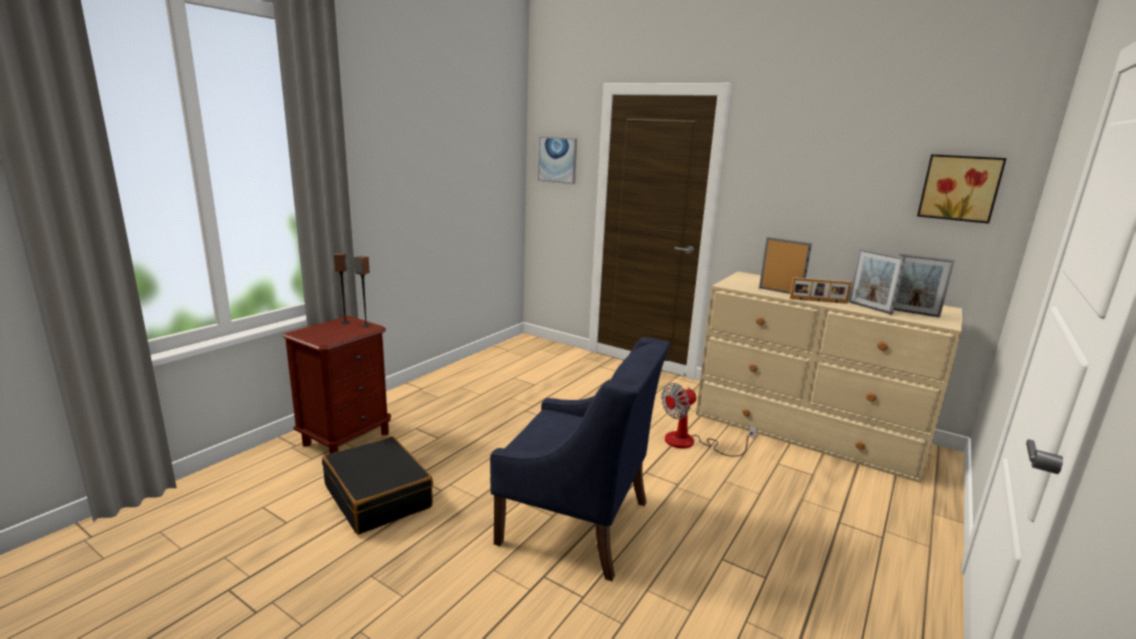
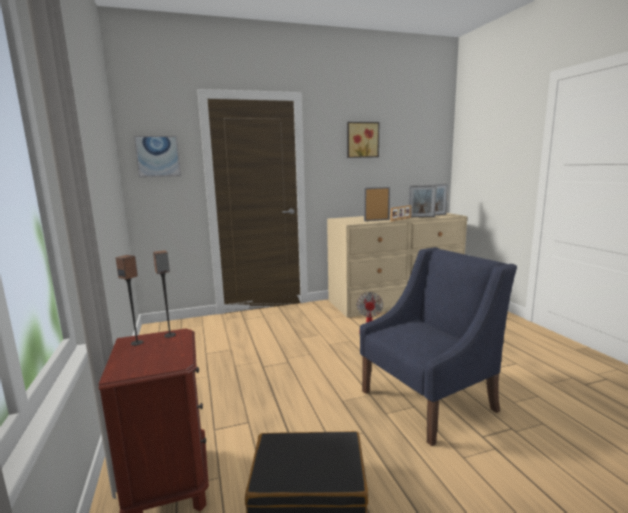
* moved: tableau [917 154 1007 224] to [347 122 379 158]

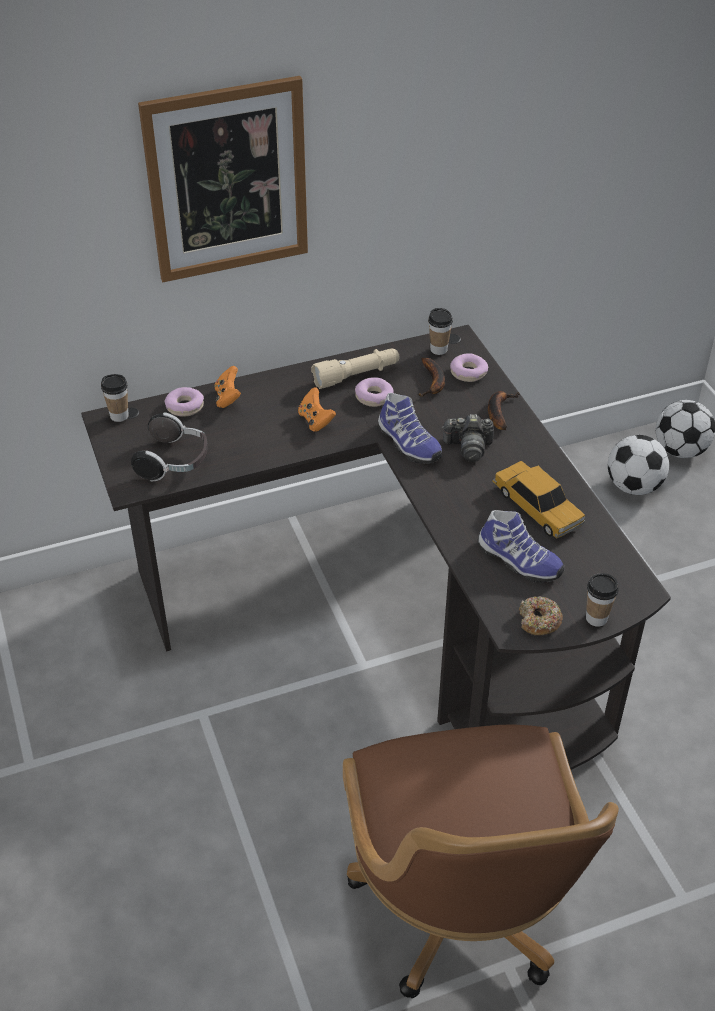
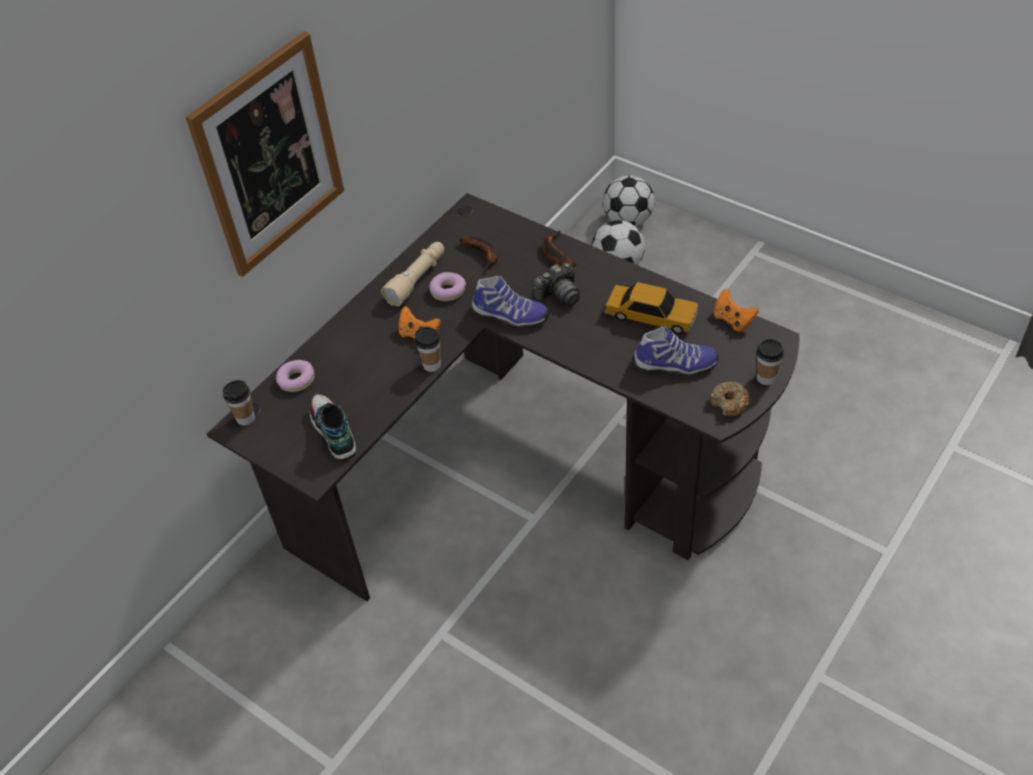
* removed: chaise de bureau (marron) [343 724 619 998]
* removed: beignet [450 353 488 382]
* moved: manette (orange) [214 366 241 408] to [714 289 759 332]
* moved: tasse [428 308 453 355] to [415 327 441 372]
* replaced: casque audio [131 412 208 481] to chaussure [309 392 356 461]

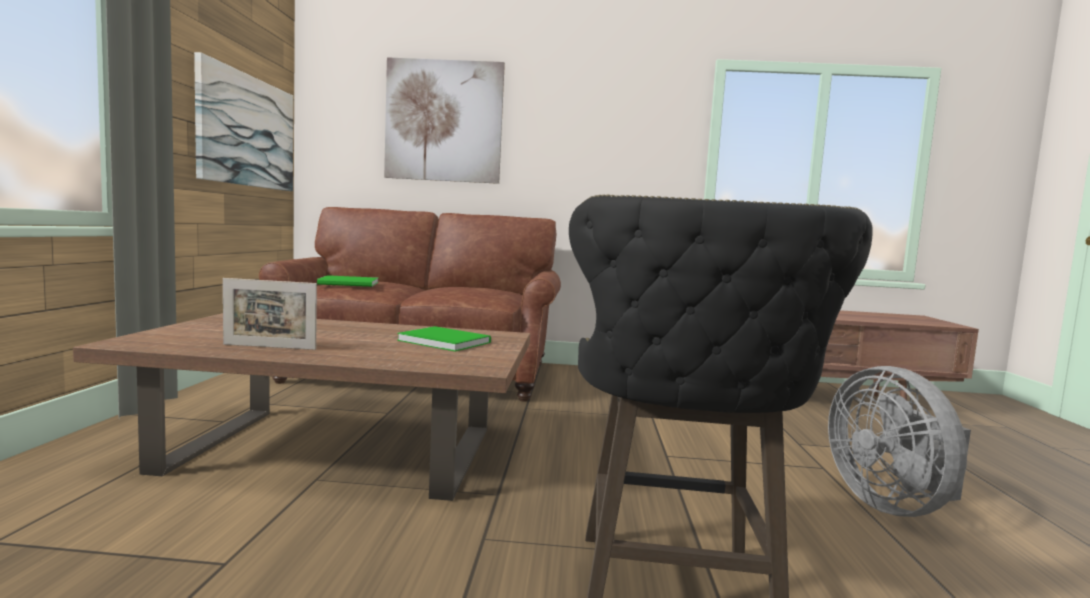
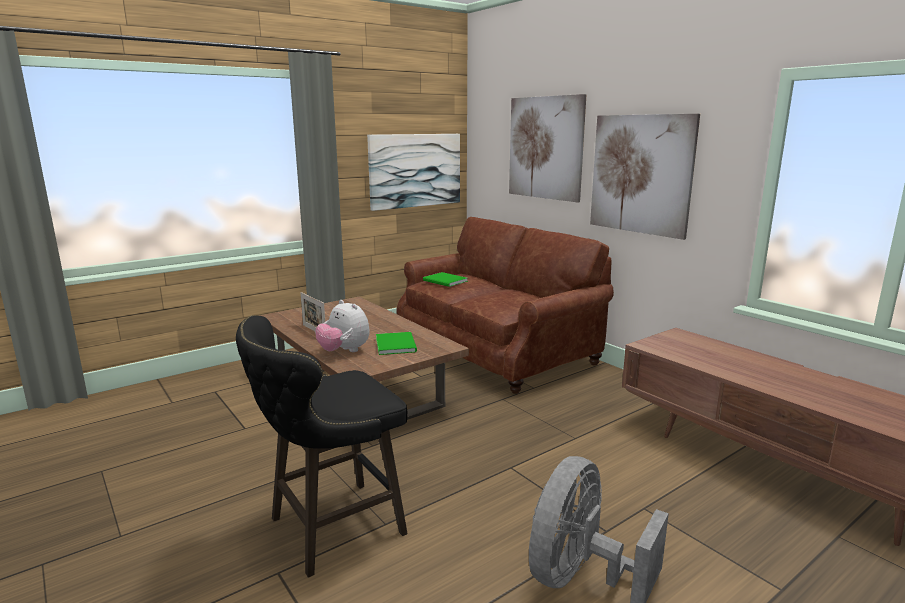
* added: peluche [315 300 370 352]
* added: tableau [590 114 700 240]

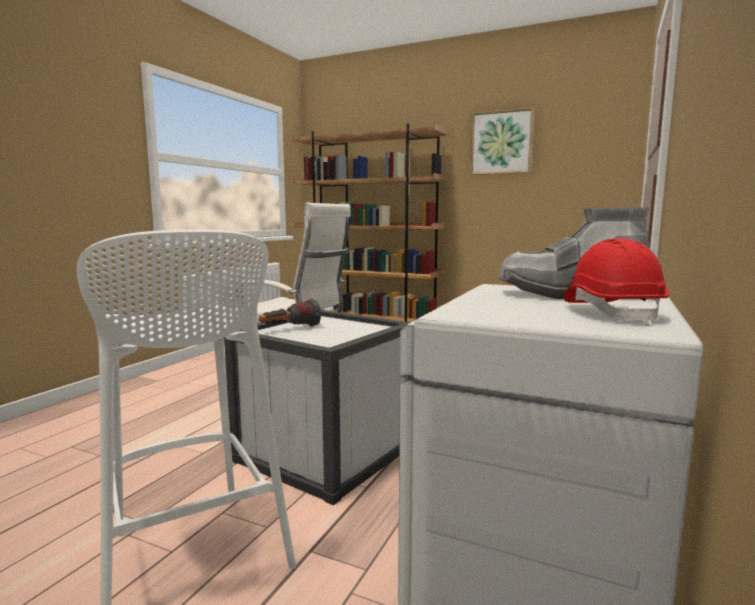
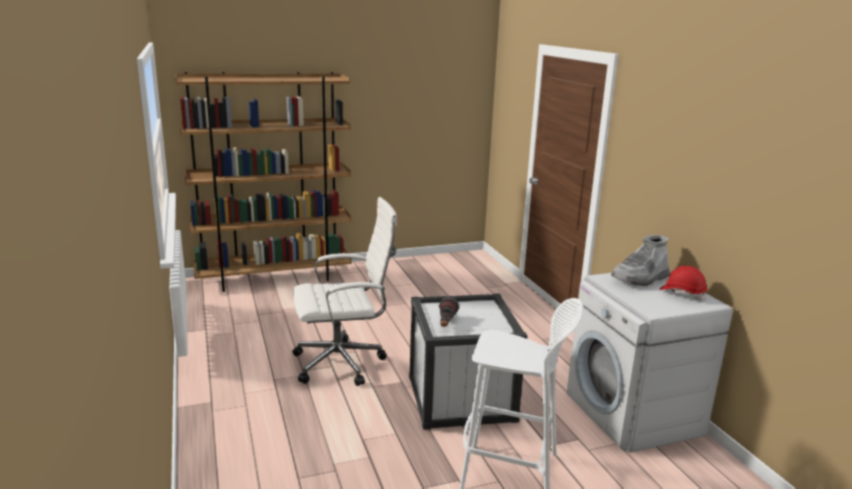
* removed: tableau [470 108 534 175]

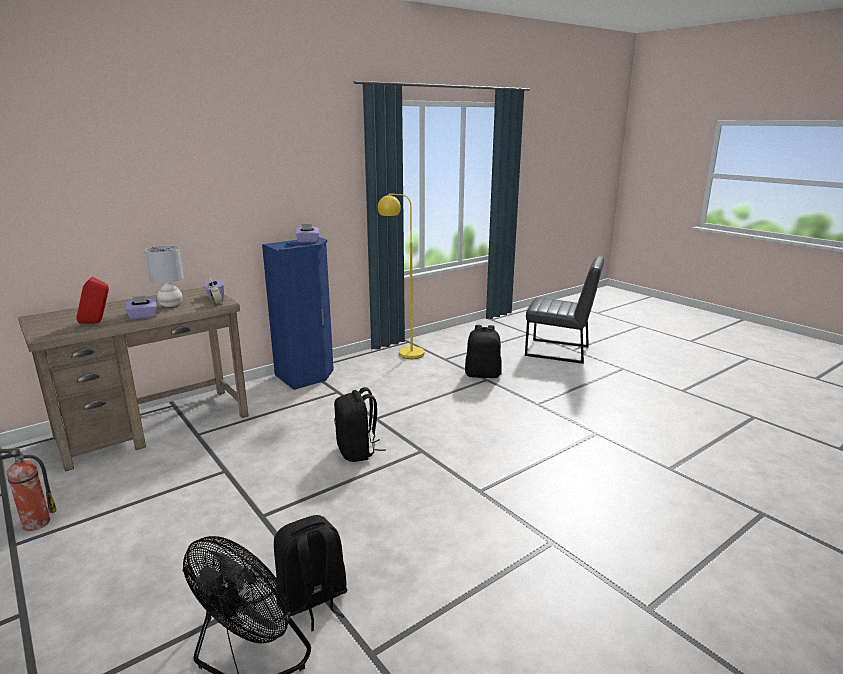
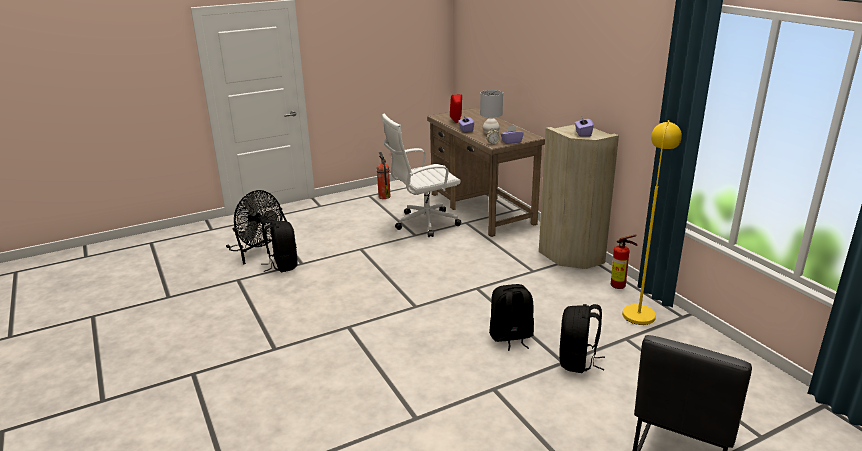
* added: chaise de bureau (blanc) [382 114 461 237]
* added: extincteur [611 234 638 289]
* moved: sac à dos (noir) [334 387 386 462] to [489 284 534 351]
* recoloured: meuble de rangement (bleu) [262 237 334 390] to meuble de rangement (beige) [539 124 619 269]

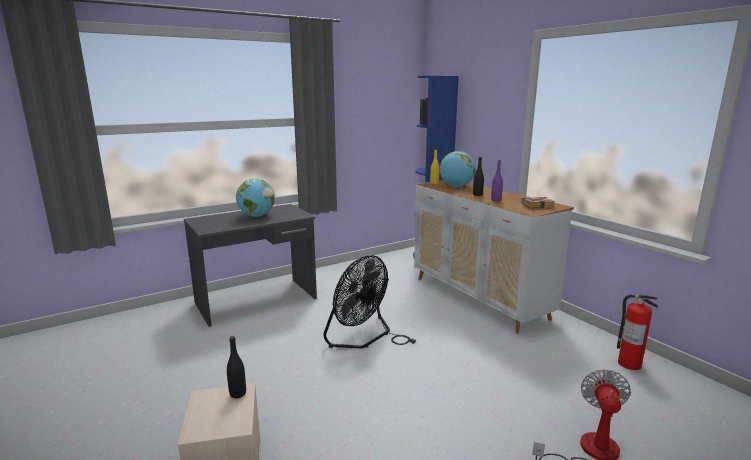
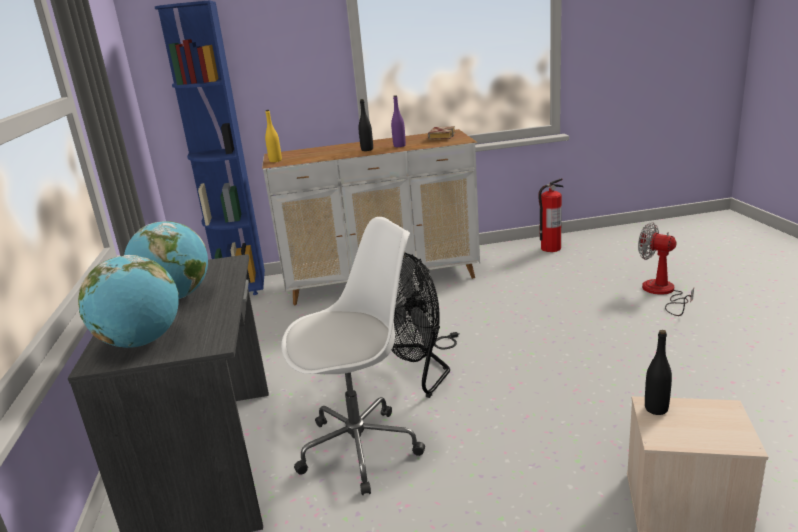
* added: chaise de bureau (blanc) [281 217 425 495]
* moved: globe [440 151 476 187] to [78 255 179 348]

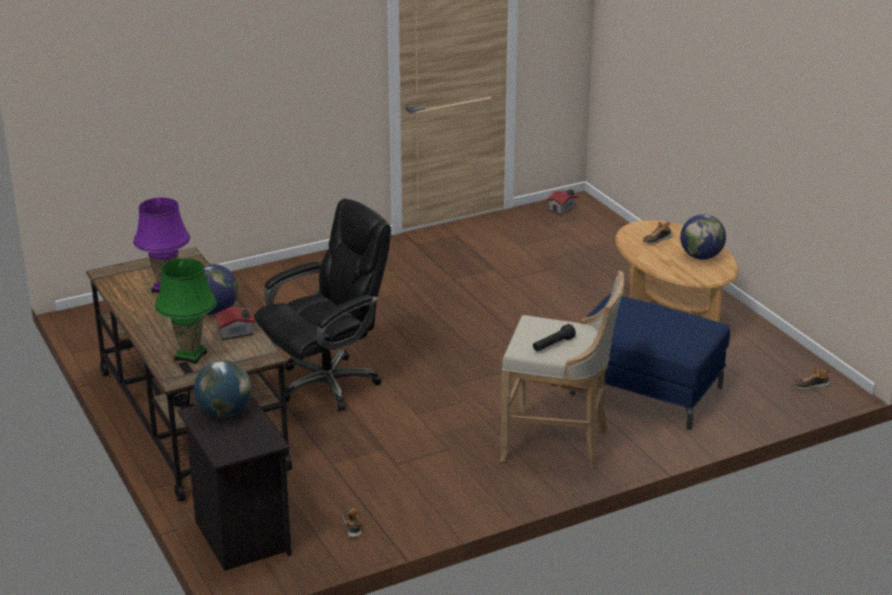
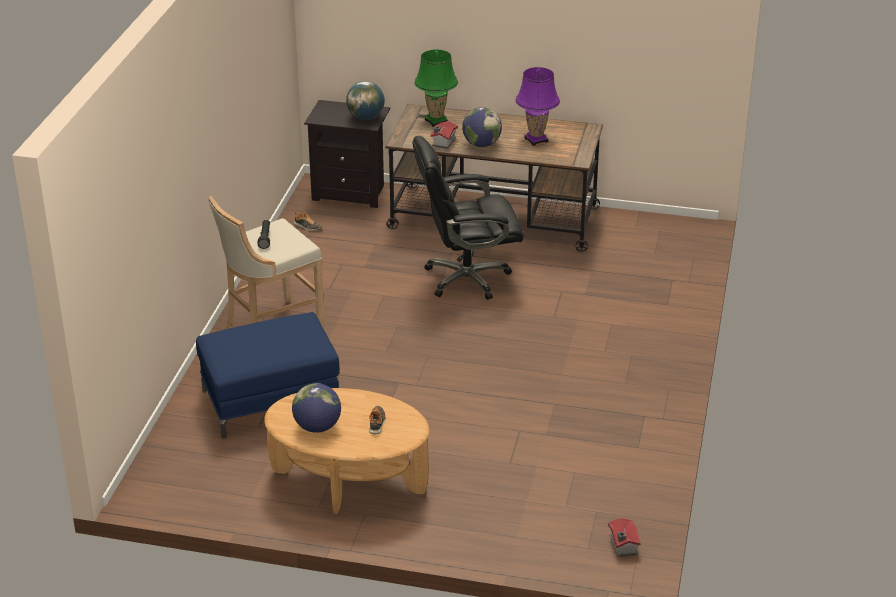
* removed: chaussure [792 368 830 390]
* turned: chaise de bureau (noir) [254 199 391 412] = [412 136 524 300] 75 degrees clockwise

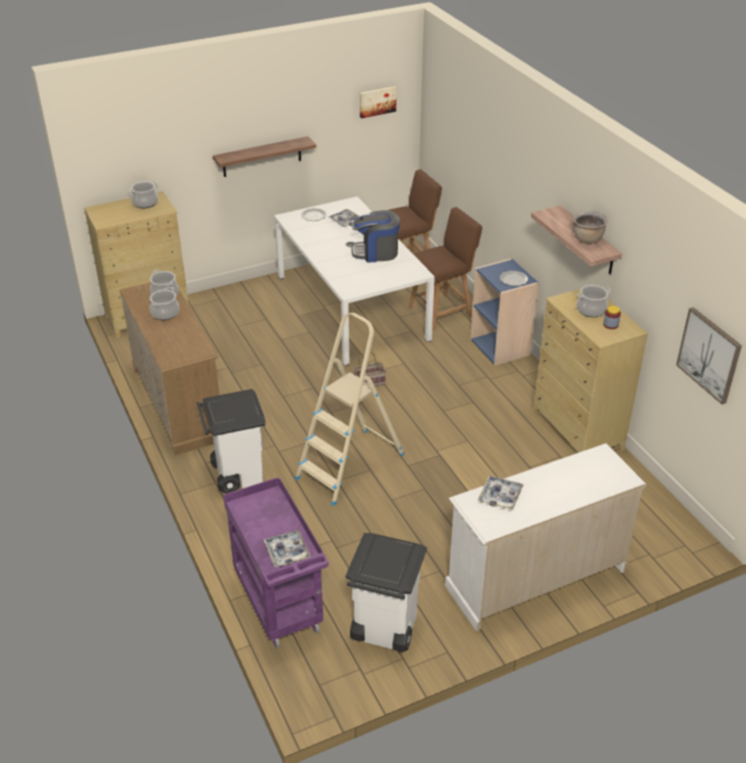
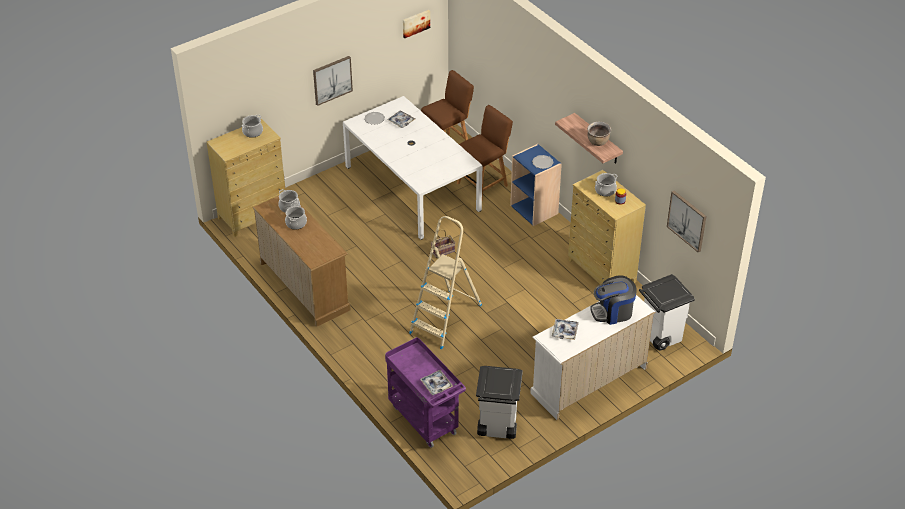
* moved: poubelle (blanc) [196 389 265 494] to [639 274 695 351]
* moved: machine à café [351 210 400 262] to [590 275 637 325]
* replaced: étagère [213 136 316 177] to tableau [313 56 353 106]

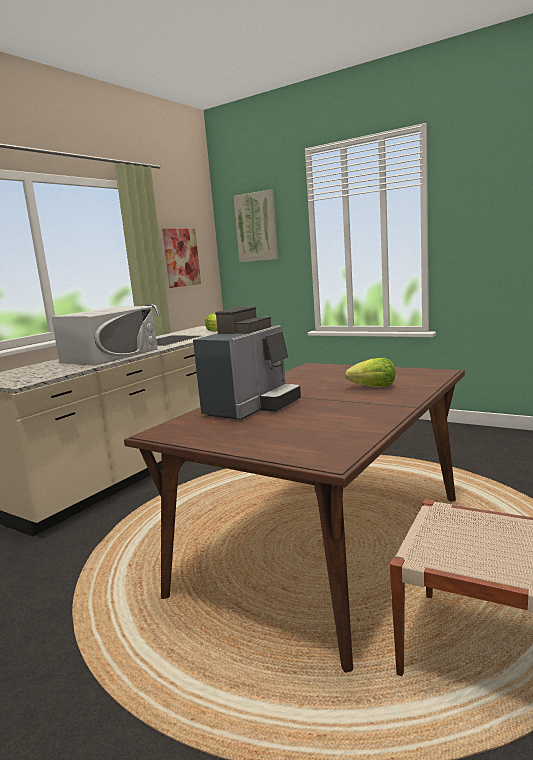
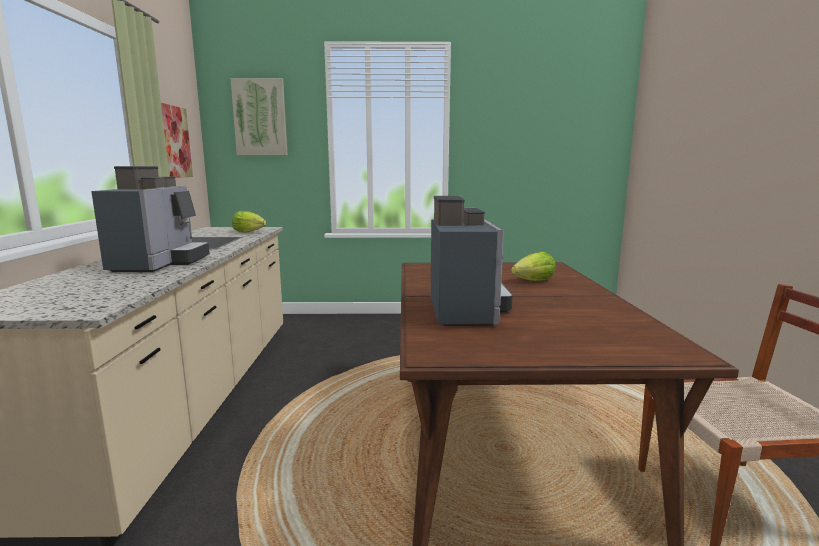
* replaced: micro-ondes (blanc) [52 306 157 366] to machine à café [91 166 210 272]

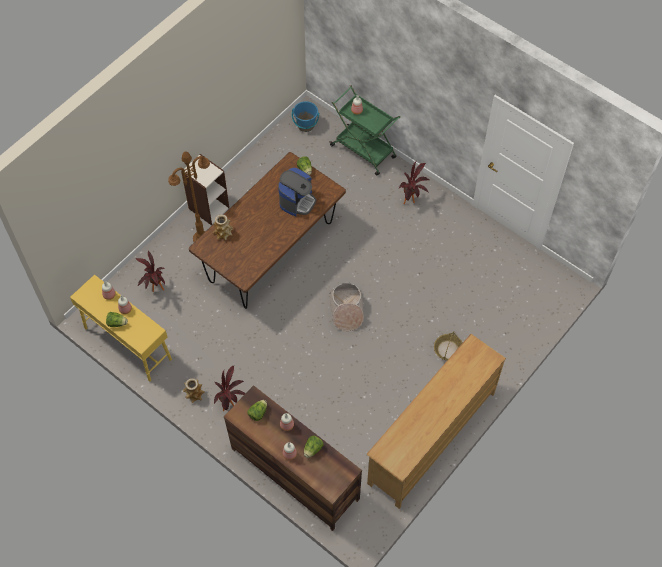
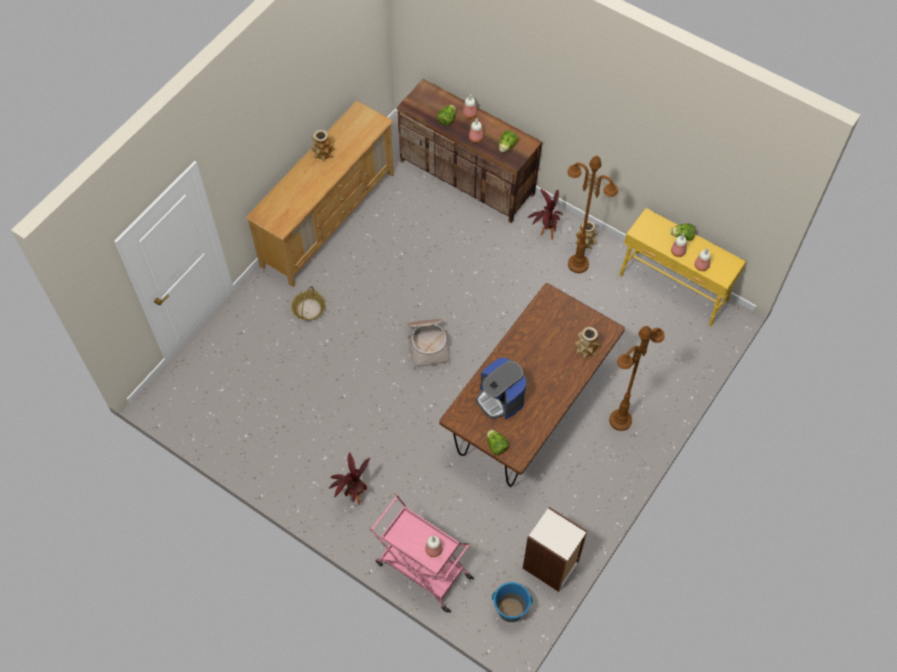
* removed: plante en pot [136 251 165 292]
* added: vase [311 130 334 161]
* added: lampadaire (marron) [567 156 618 273]
* moved: bibliothèque [181 154 229 225] to [523 507 587 592]
* recoloured: chariot (vert) [329 85 401 176] to chariot (rose) [369 494 474 613]
* turned: machine à café [278 168 316 217] = [476 357 527 419] 60 degrees counterclockwise

